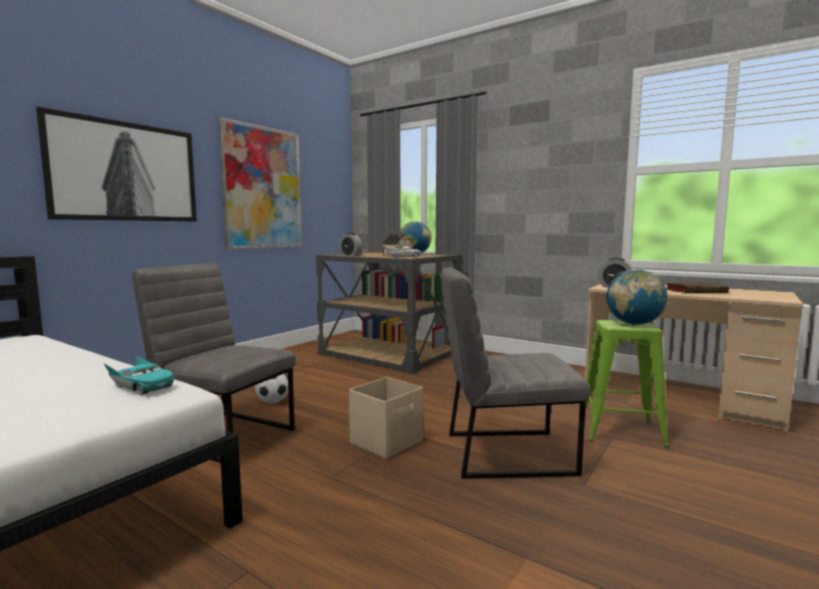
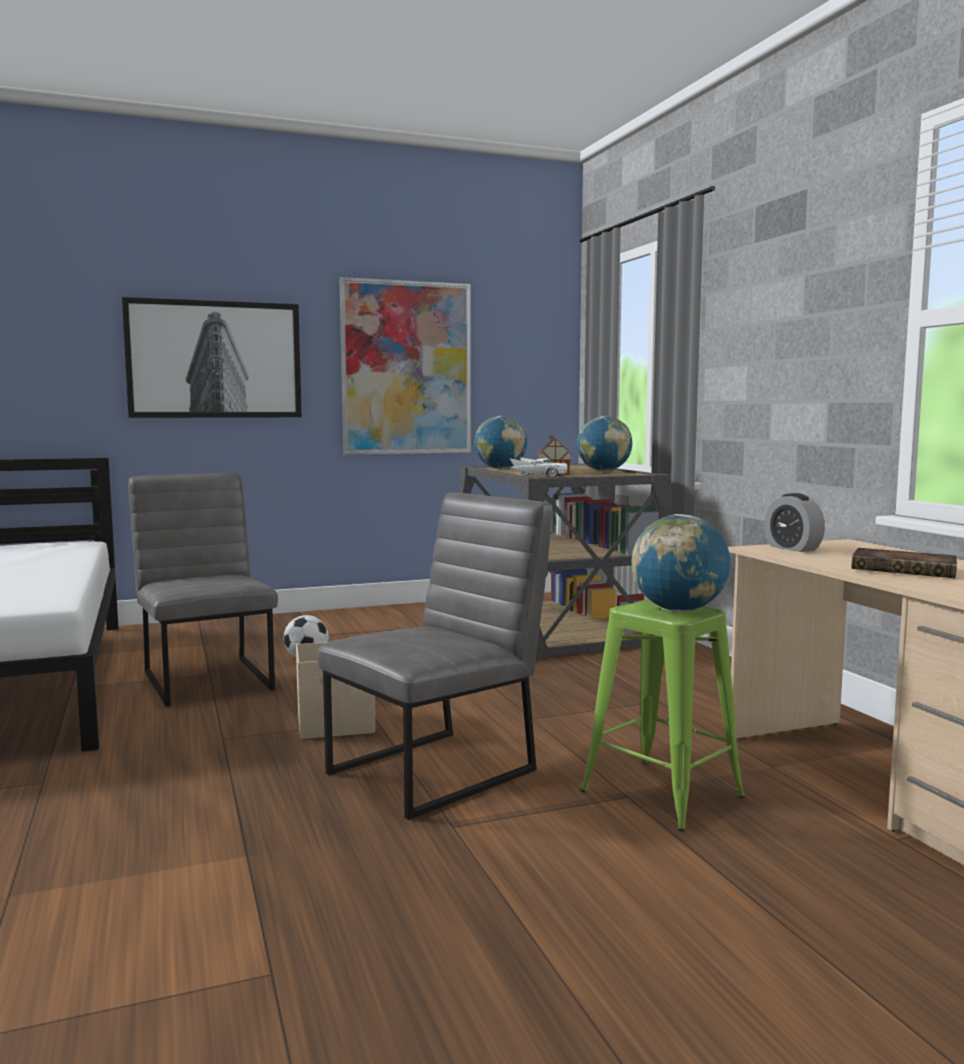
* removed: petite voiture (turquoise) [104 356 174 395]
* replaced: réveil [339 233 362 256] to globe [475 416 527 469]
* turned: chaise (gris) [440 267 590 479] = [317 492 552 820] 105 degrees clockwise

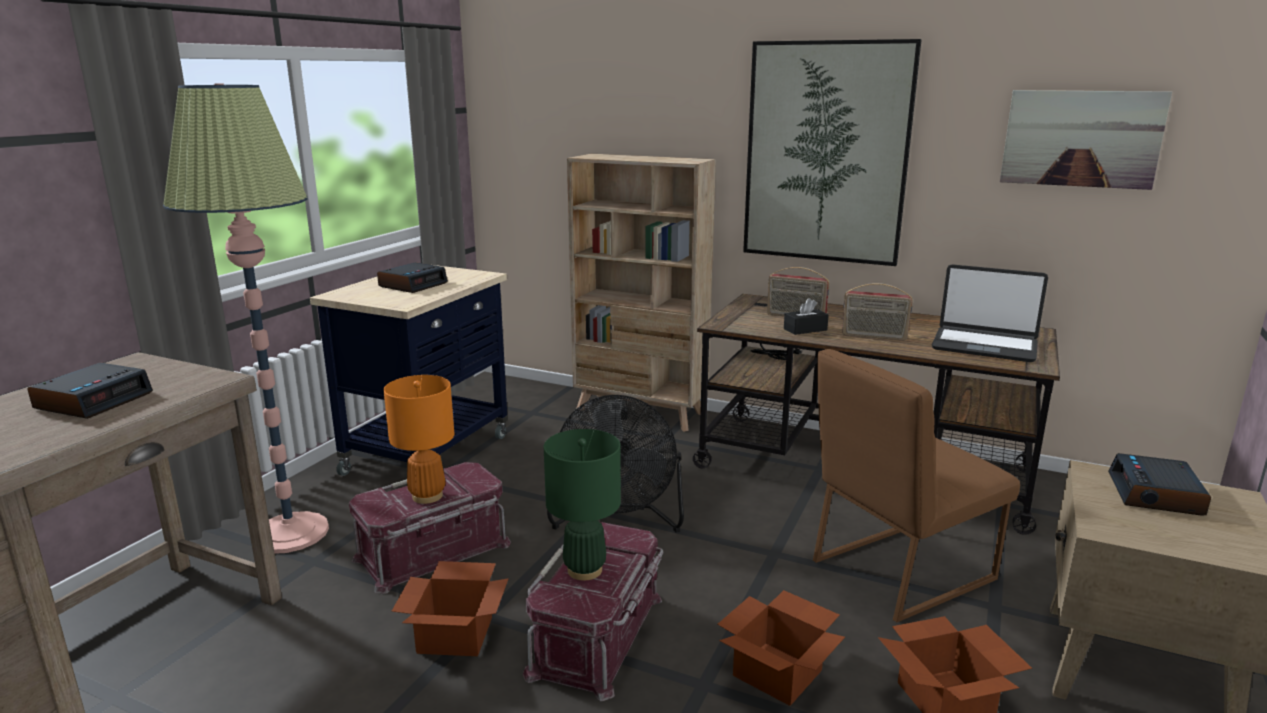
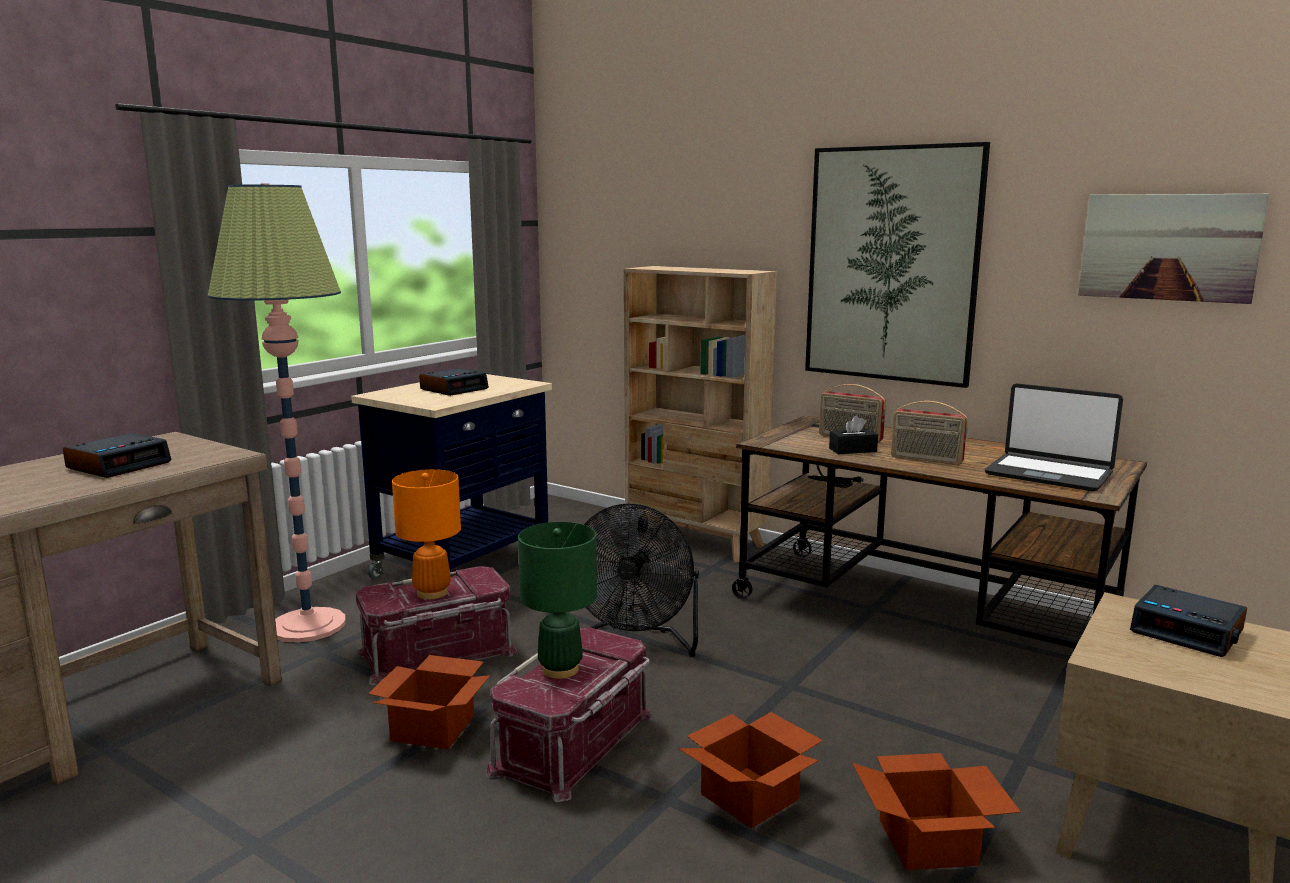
* removed: chaise (marron) [813 349 1020 622]
* turned: réveil [1108 453 1211 516] = [1130 585 1247 657] 75 degrees counterclockwise

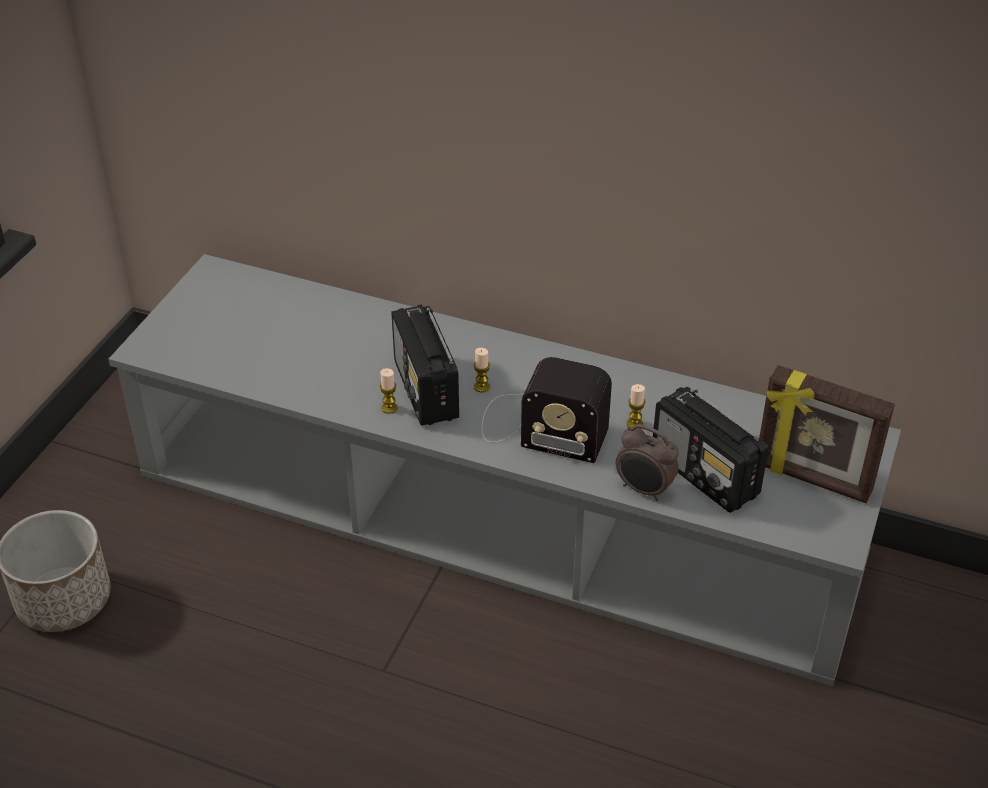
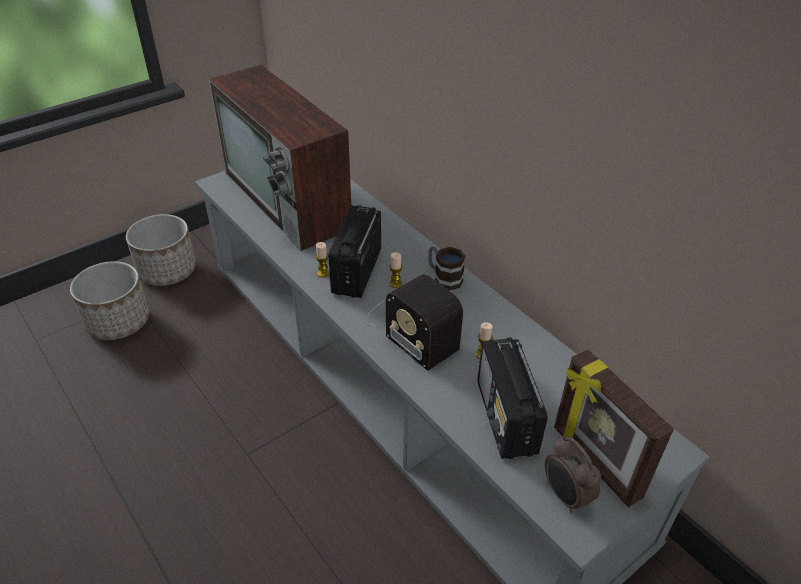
* added: cache-pot [126 214 196 286]
* added: téléviseur [209 65 351 251]
* added: mug [429 247 465 291]
* moved: réveil [616 424 679 501] to [545 435 601 513]

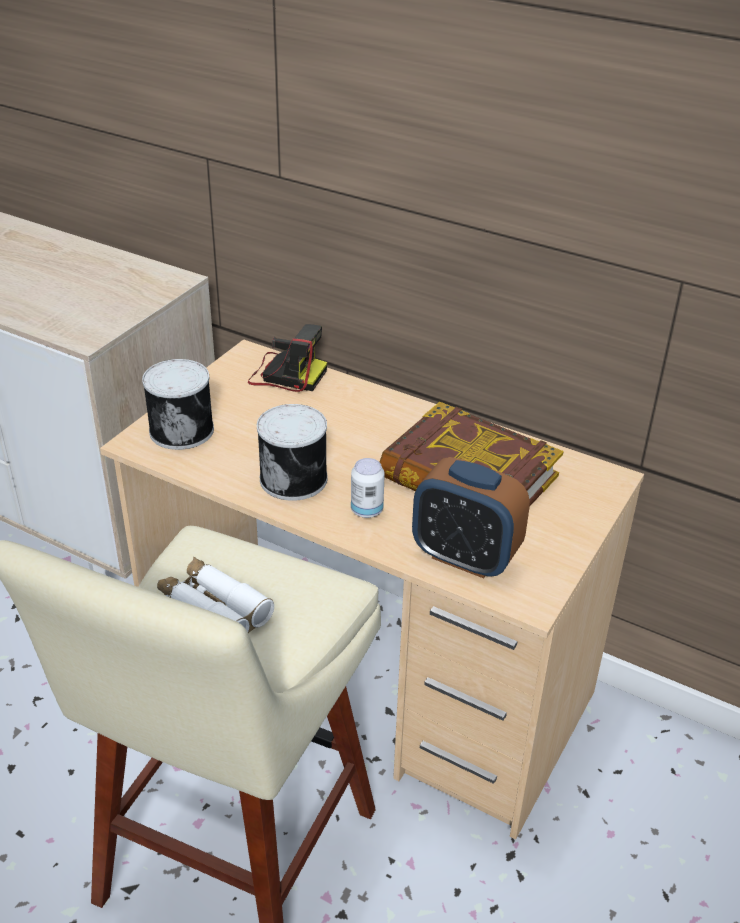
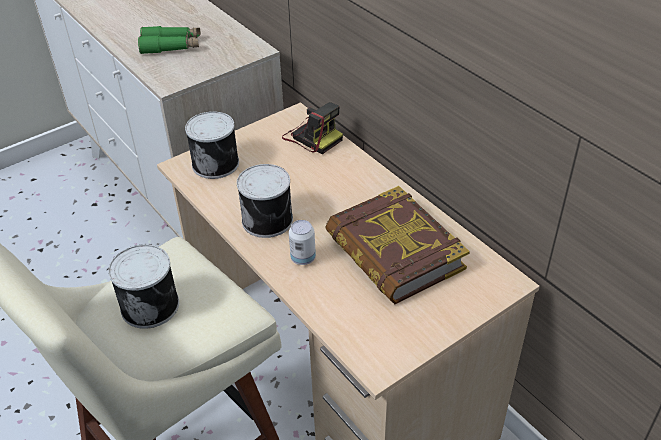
* removed: réveil [412 457 530 578]
* added: jumelles (vert) [138 26 201 54]
* replaced: jumelles (blanc) [157 557 274 633] to boîte métallique [108 244 179 329]

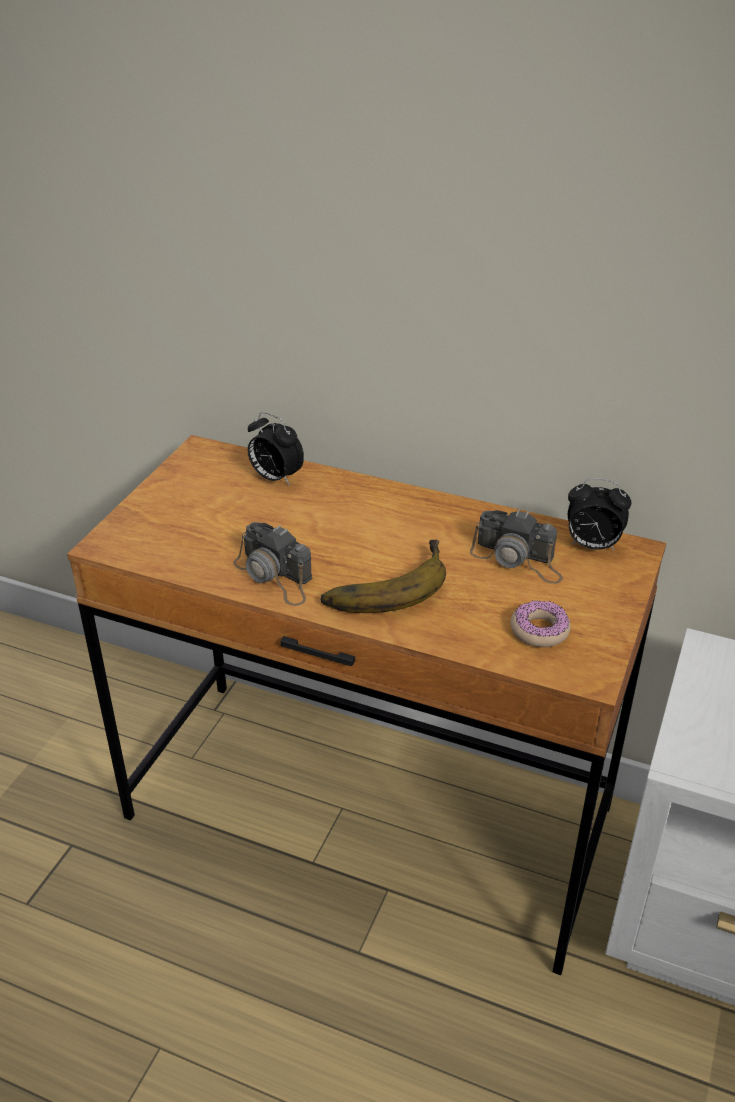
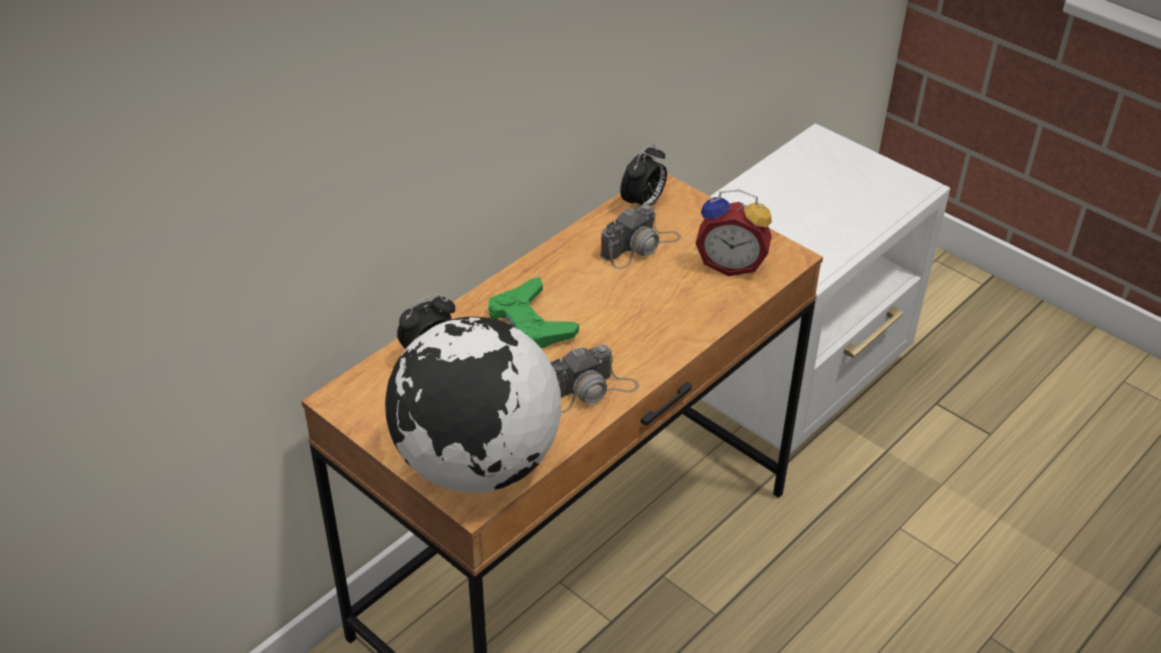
* removed: banane [320 540 446 613]
* added: globe [385 316 561 493]
* added: manette (vert) [488 277 579 349]
* replaced: beignet [510 601 571 647] to réveil [696 190 772 276]

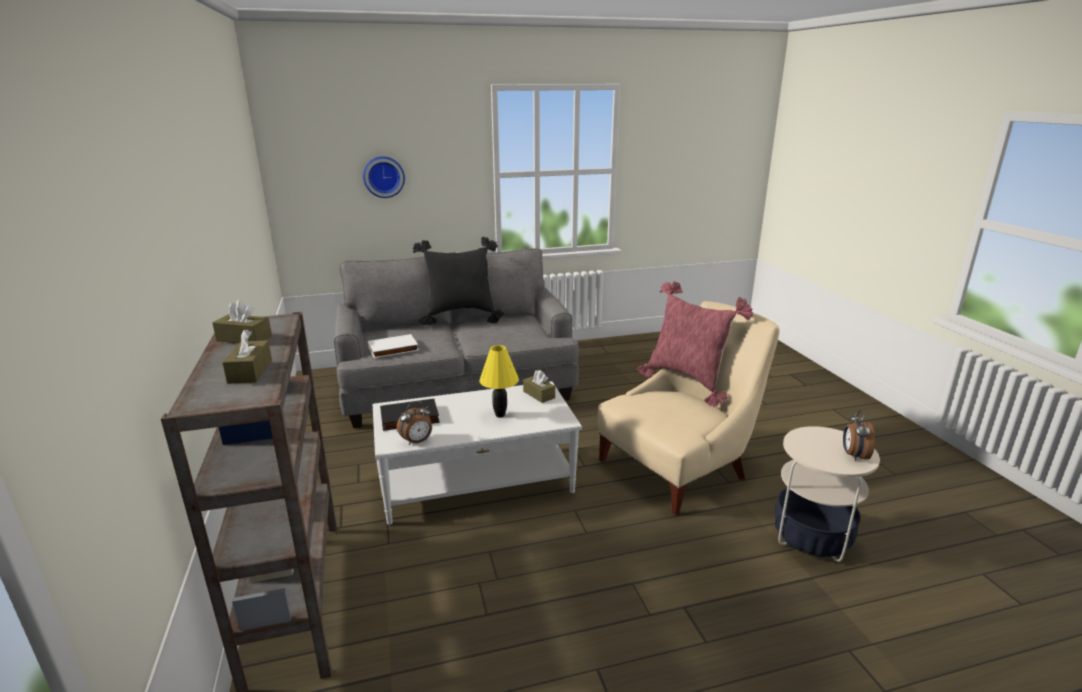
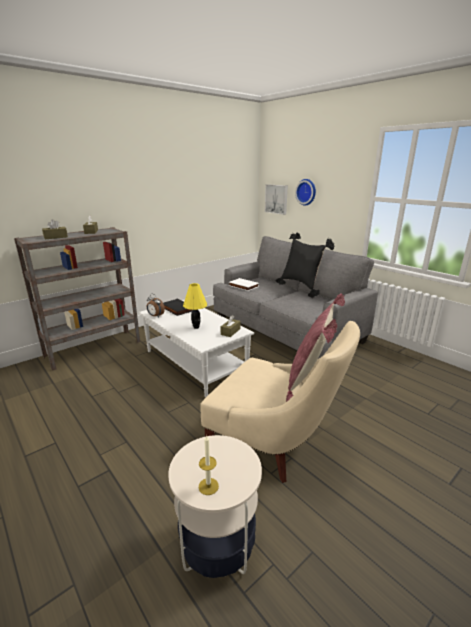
* added: tableau [265 185 288 215]
* replaced: réveil [843 410 875 461] to bougie [199 435 219 495]

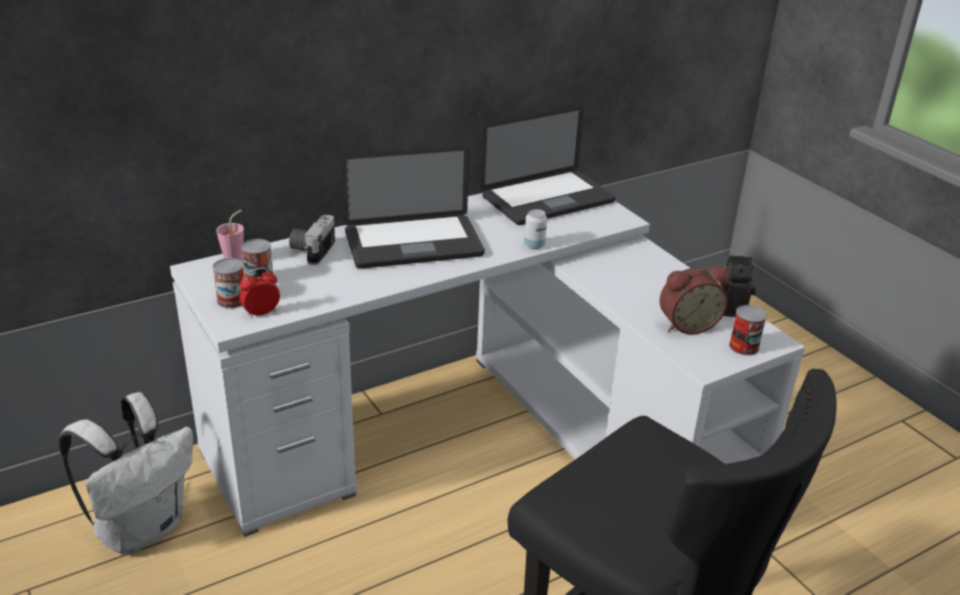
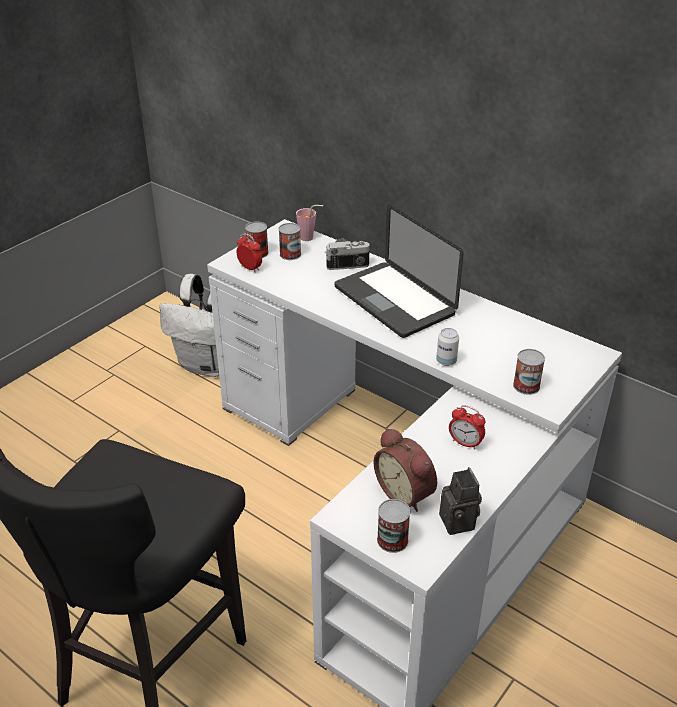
* removed: ordinateur portable [481 107 616 225]
* added: réveil [449 405 485 450]
* added: boîte métallique [513 349 545 395]

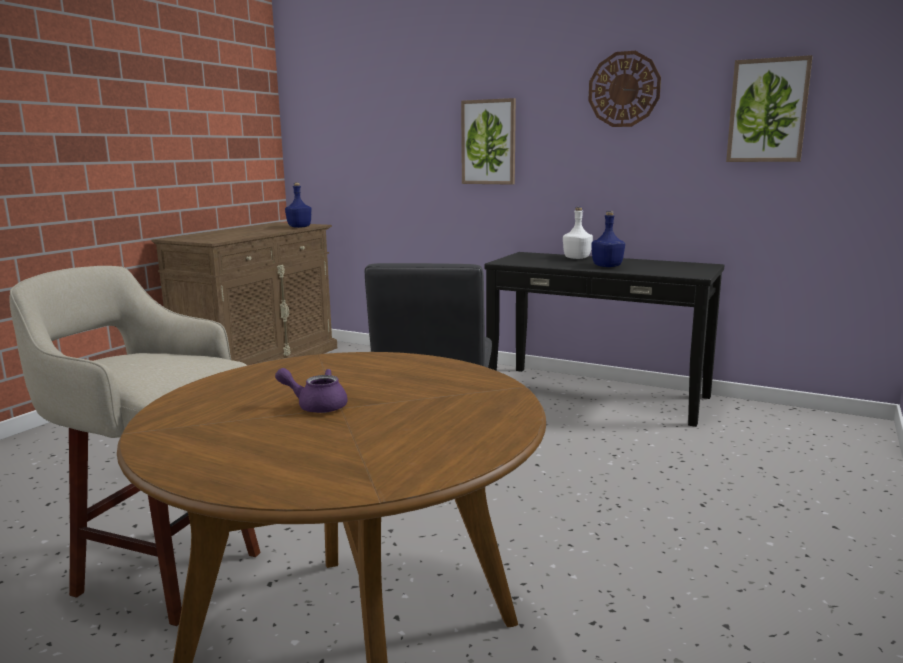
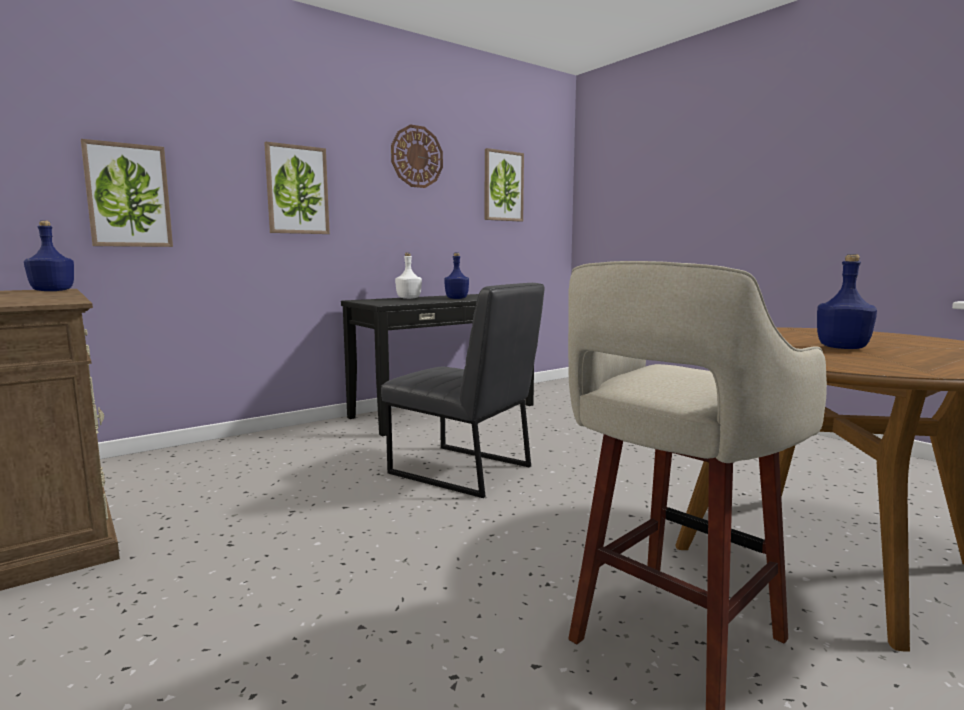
* added: tableau [81 139 173 247]
* replaced: théière (violet) [275 368 348 413] to bouteille (bleu) [817 254 877 349]

